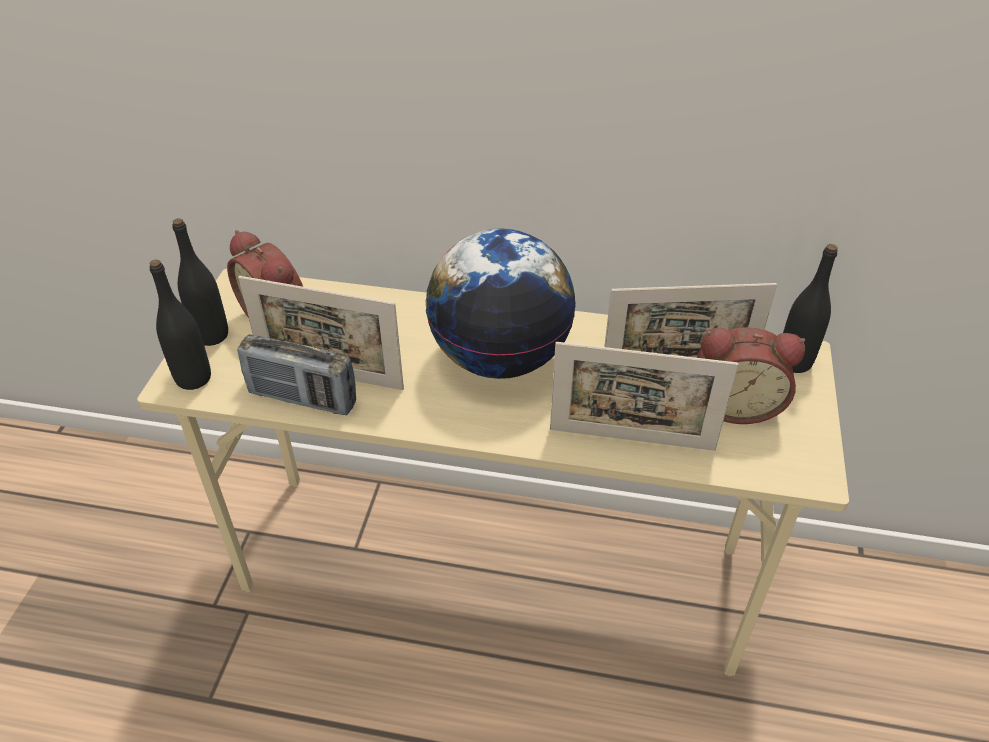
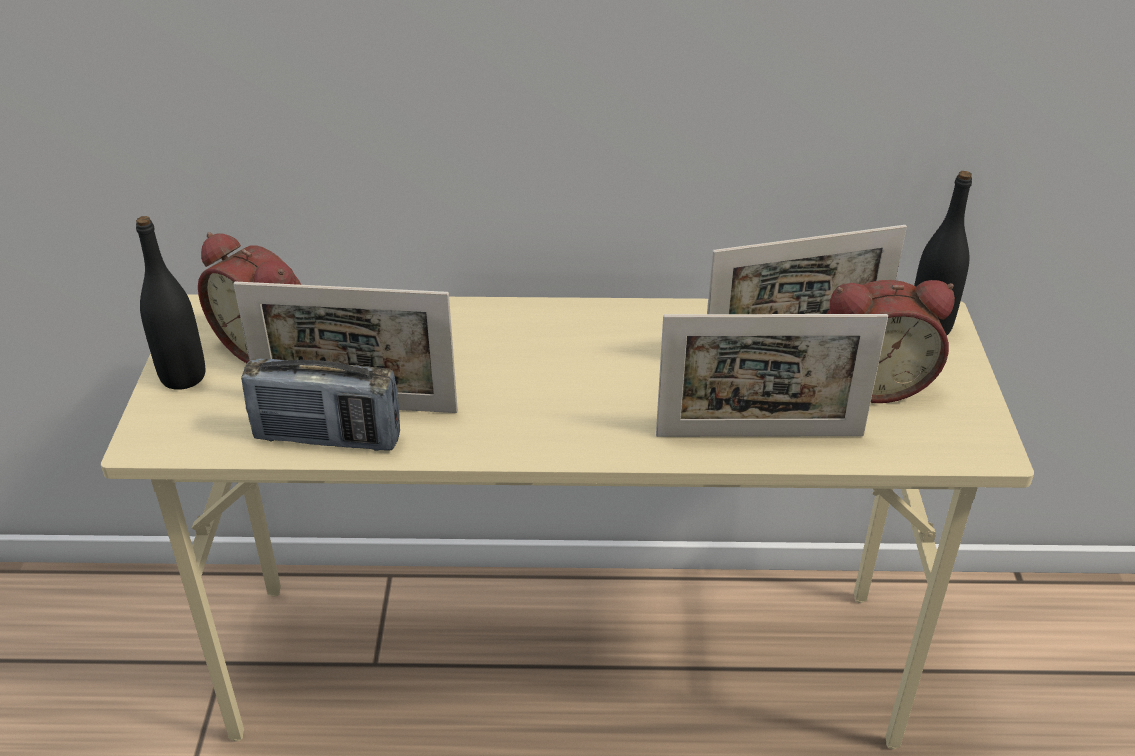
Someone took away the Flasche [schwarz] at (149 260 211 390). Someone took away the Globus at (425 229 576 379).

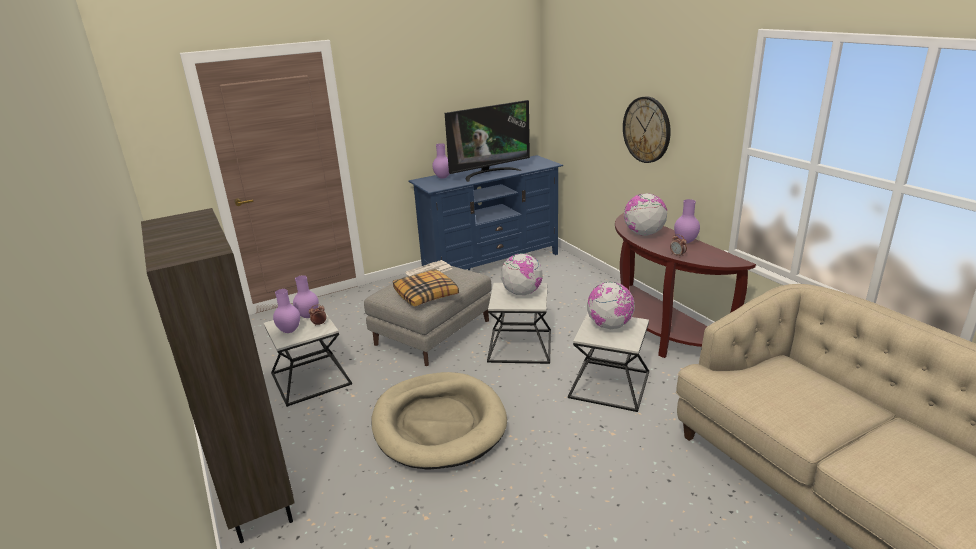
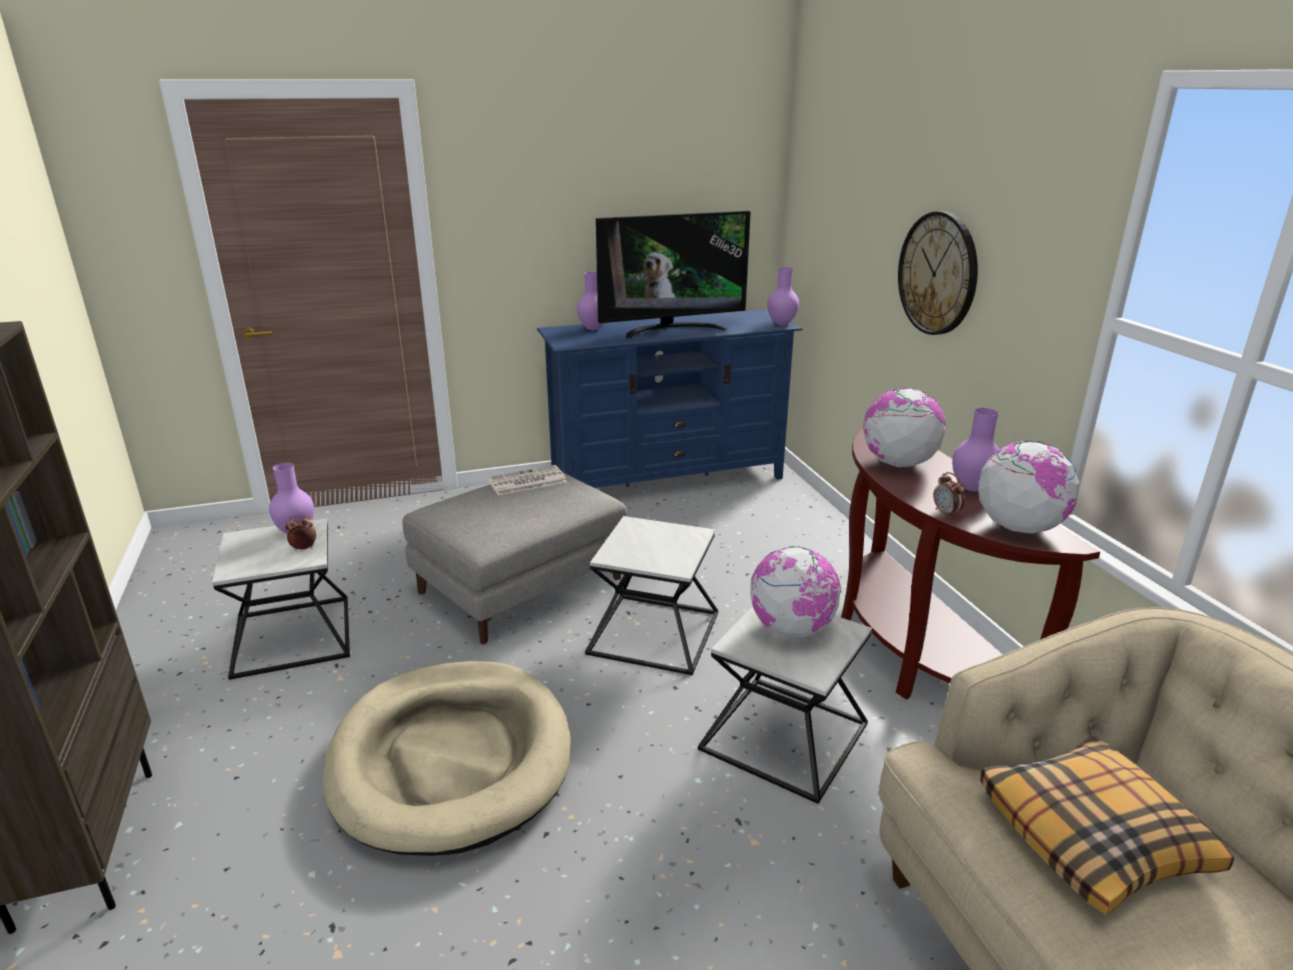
Someone carried the Vase [lila] from (273 289 300 333) to (767 267 799 325). Someone carried the Kissen from (393 269 459 306) to (980 736 1234 915). Someone carried the Globus from (501 253 543 295) to (978 441 1080 534).

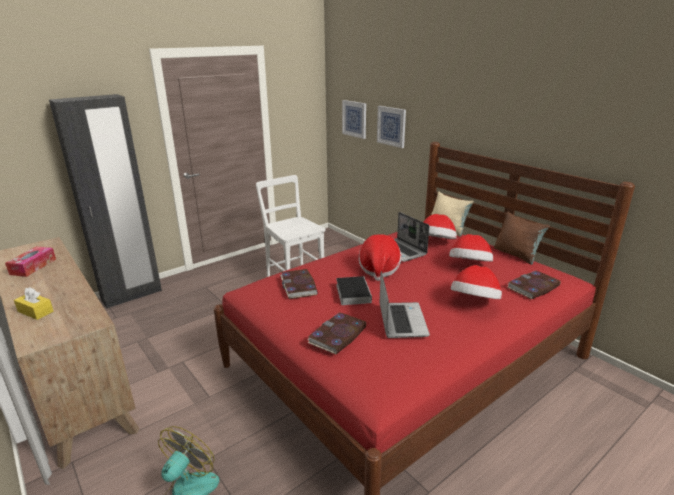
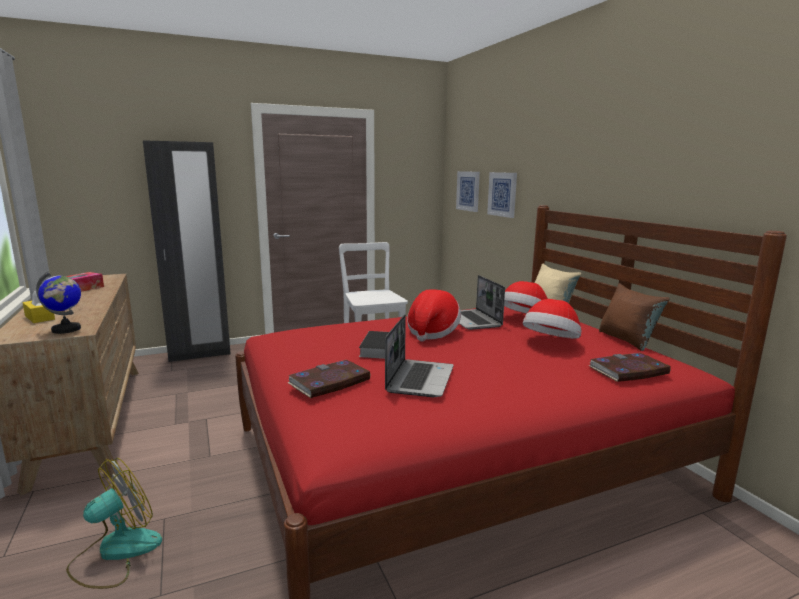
Someone took away the Buch at (280 269 318 299). Someone took away the Hut at (451 265 502 299). Someone put down the Globus at (36 271 81 334).

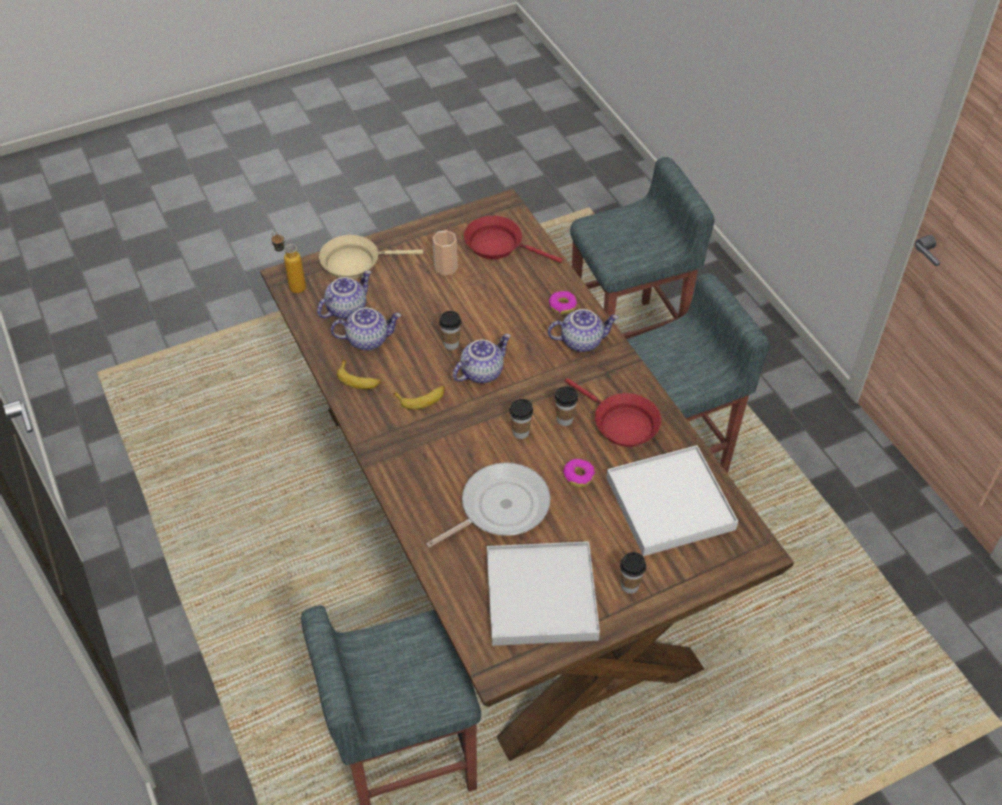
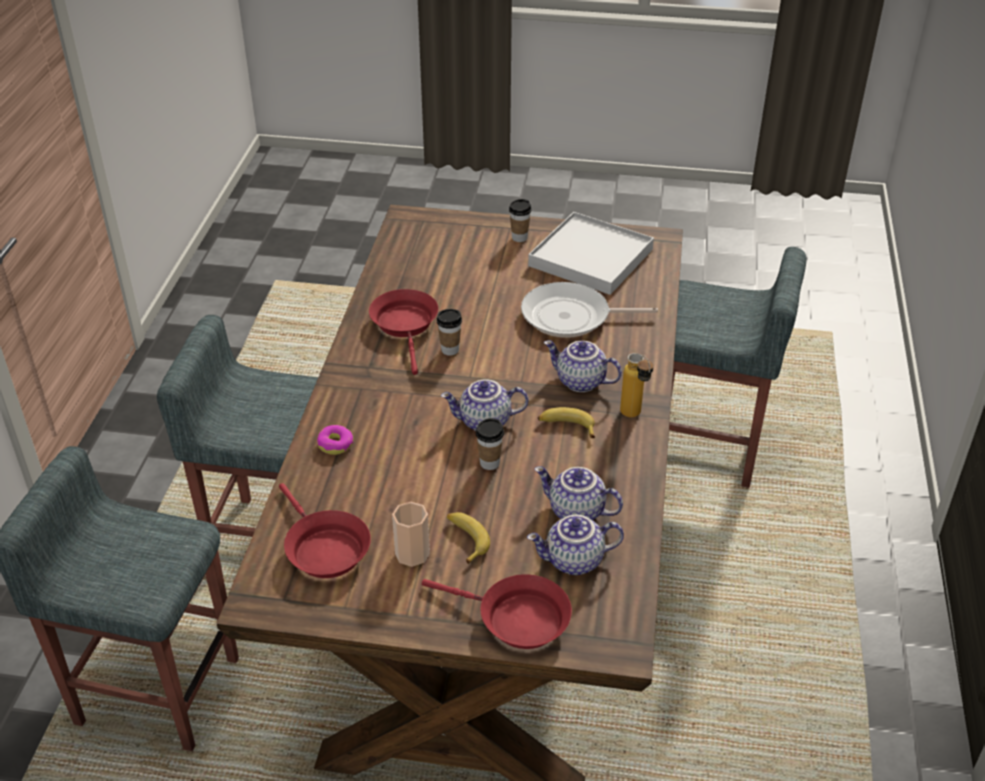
Someone carried the Flasche from (272 232 306 293) to (620 353 653 418). Someone repainted the Pfanne [beige] at (319 235 423 279), which became the Pfanne [rot] at (422 574 572 649). Someone carried the Banane from (337 360 382 389) to (447 512 490 564). Someone took away the Tasse at (510 399 533 439). Someone carried the Teekanne from (548 309 619 352) to (544 340 622 392). Someone took away the Donut at (563 459 595 487). Someone took away the Tablett [weiß] at (606 445 738 556).

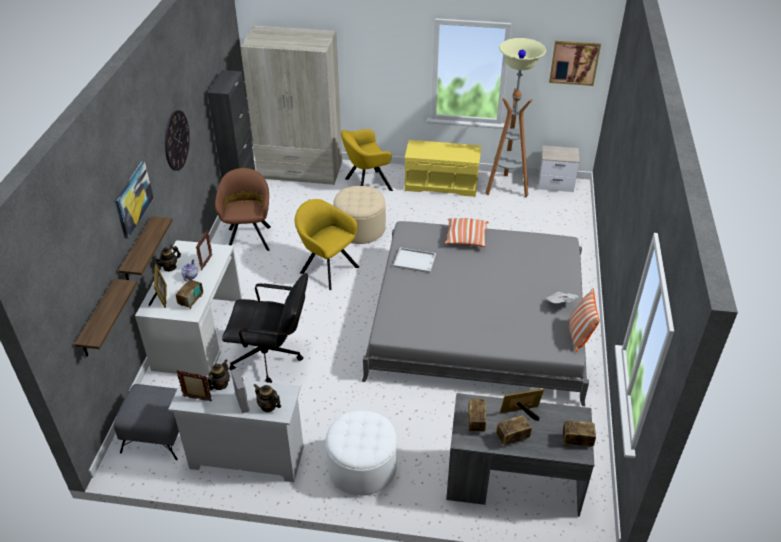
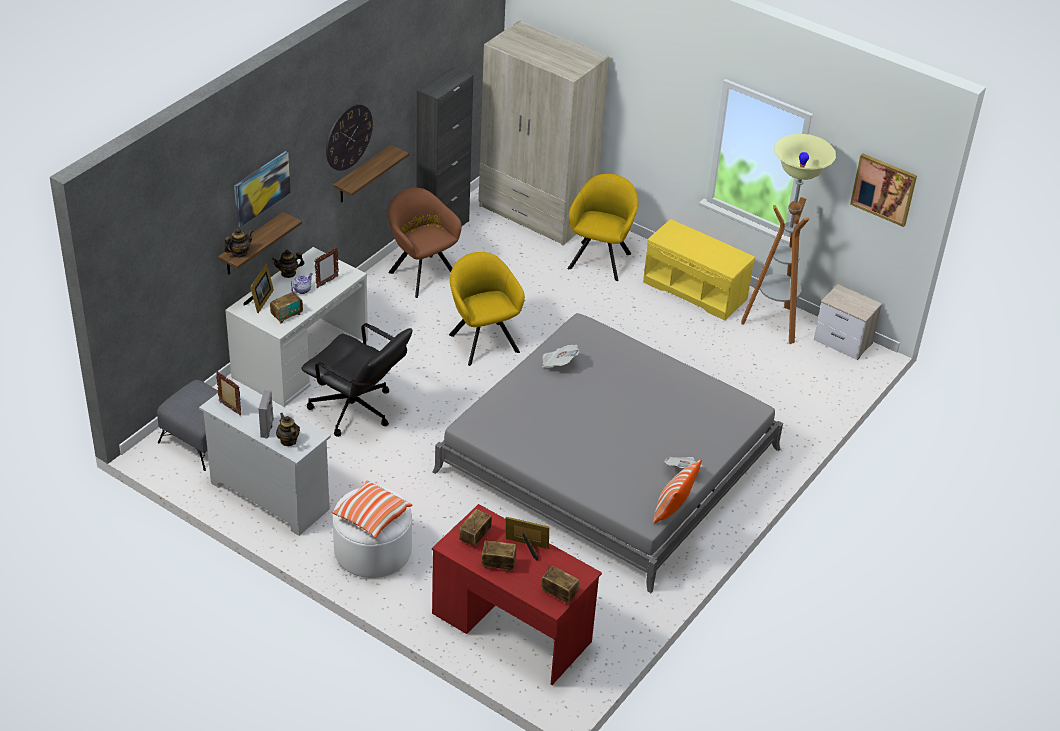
Someone carried the Wandregal from (74 279 137 357) to (334 145 409 203). Someone carried the Teekanne from (208 359 230 390) to (224 228 253 257). Someone rotated the Sessel [braun] at (215 168 271 251) by 60 degrees counterclockwise. Someone took away the Polsterhocker [beige] at (333 186 386 244). Someone rotated the Sessel [gelb] at (341 129 393 191) by 105 degrees clockwise. Someone swapped the Tablett [weiß] at (393 247 436 273) for the Zeitung at (542 345 579 368). Someone carried the Kissen from (445 218 488 247) to (331 480 413 538). Someone repainted the Schreibtisch [grau] at (446 393 594 517), which became the Schreibtisch [rot] at (432 504 602 685).

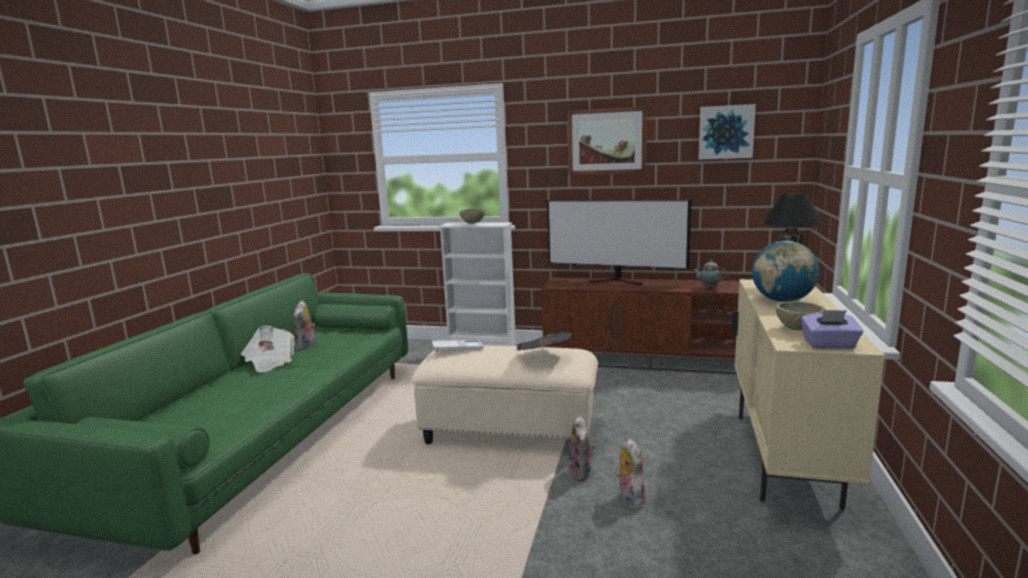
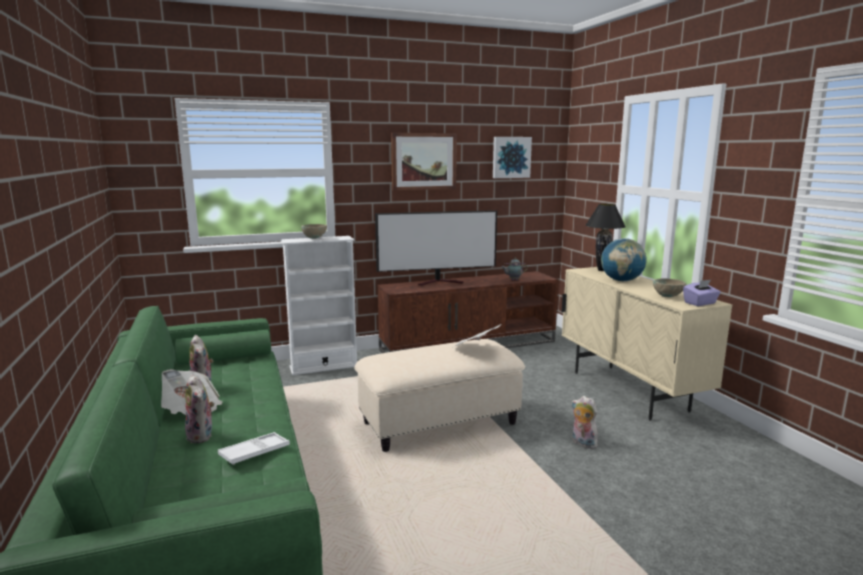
Someone carried the Tablett [weiß] from (432 340 483 352) to (218 432 290 465). Someone carried the Plüschtier from (568 416 596 481) to (185 374 214 443).

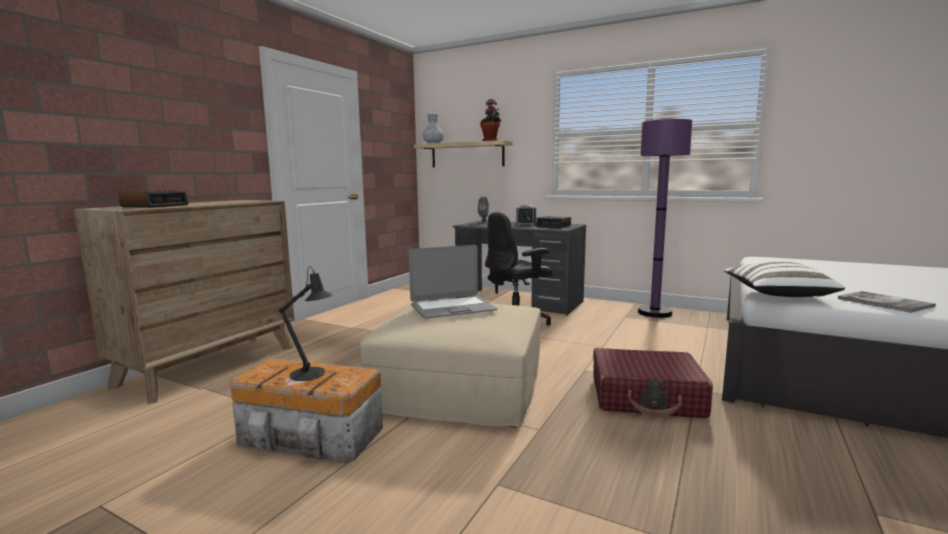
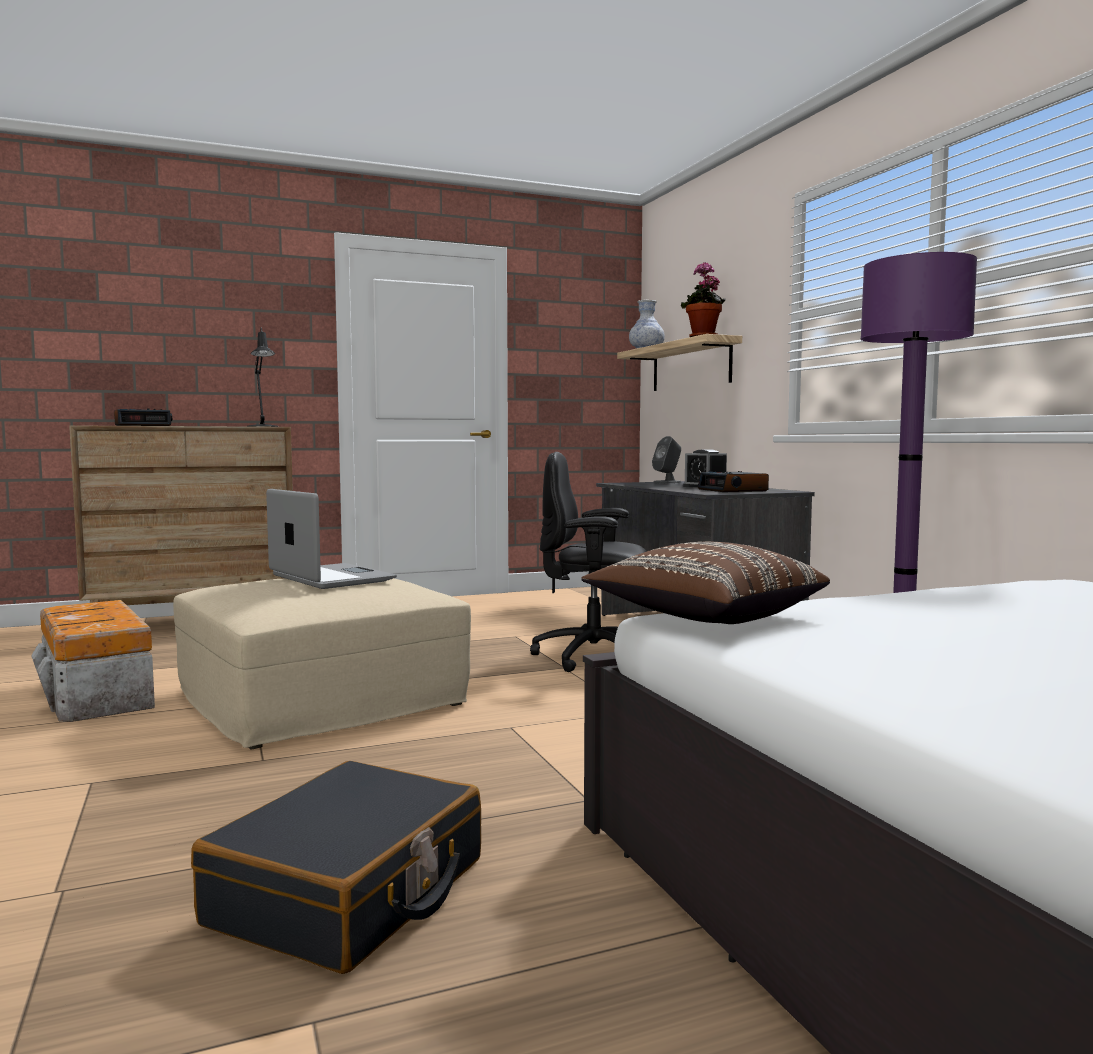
Someone carried the Tischlampe [schwarz] from (279 266 333 381) to (249 327 278 427). Someone rotated the Laptop at (409 245 497 318) by 150 degrees counterclockwise. Someone took away the Koffer [rot] at (593 348 713 418). Someone repainted the Kissen [weiß] at (724 261 845 297), which became the Kissen [braun] at (581 542 830 624). Someone took away the Buch at (838 291 936 313). Someone put down the Koffer [schwarz] at (191 761 481 974).

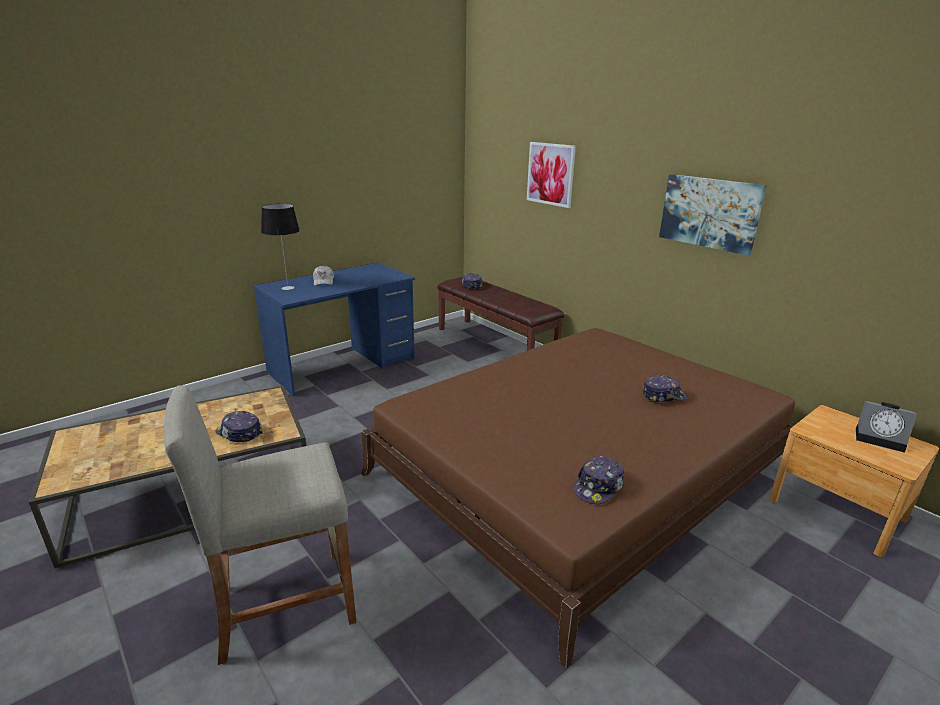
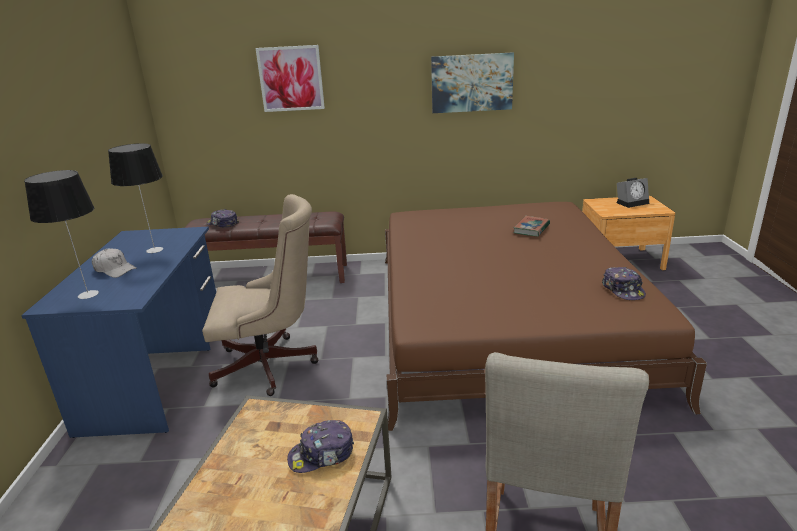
Someone swapped the Kappe at (643 376 688 402) for the Buch at (513 216 550 236). Someone put down the Tischlampe at (108 143 163 253). Someone put down the Bürostuhl [beige] at (202 194 319 396).

